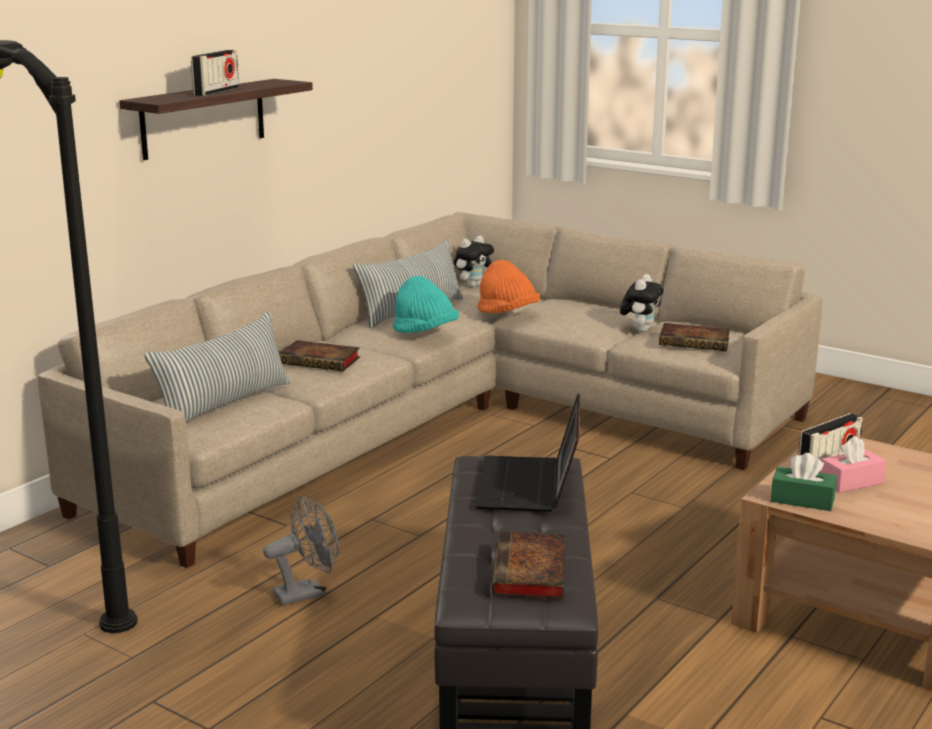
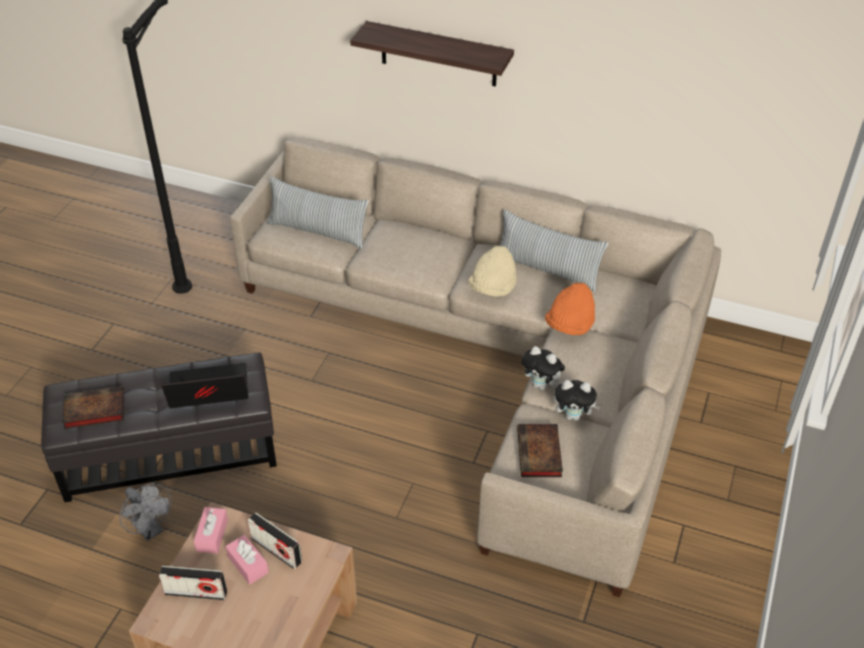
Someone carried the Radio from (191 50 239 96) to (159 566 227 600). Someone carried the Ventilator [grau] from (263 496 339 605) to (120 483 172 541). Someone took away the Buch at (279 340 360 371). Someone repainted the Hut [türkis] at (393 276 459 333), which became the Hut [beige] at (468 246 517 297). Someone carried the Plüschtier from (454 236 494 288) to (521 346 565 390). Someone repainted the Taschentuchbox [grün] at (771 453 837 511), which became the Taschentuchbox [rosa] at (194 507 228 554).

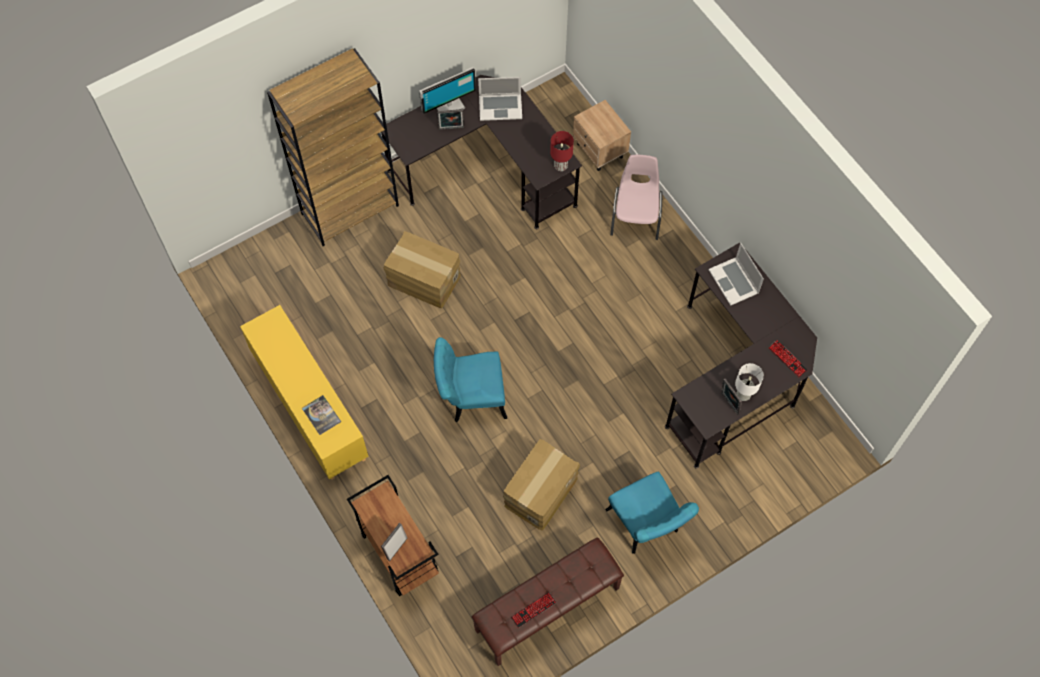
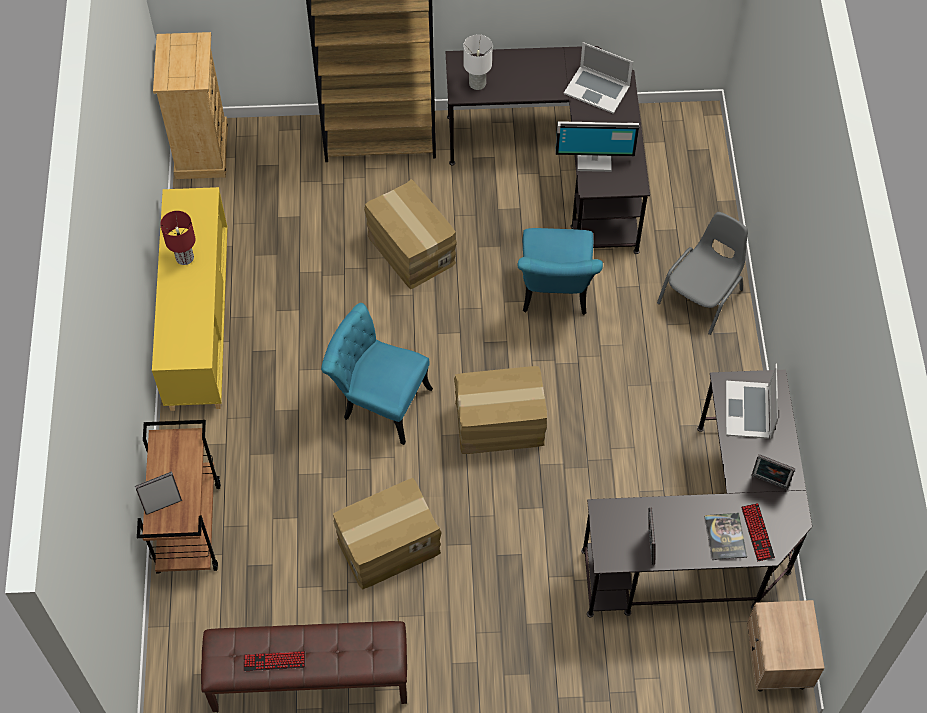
Someone carried the Buch from (302 395 341 435) to (704 513 747 560). Someone carried the Monitor from (419 67 476 114) to (555 121 639 172). Someone carried the Bilderrahmen from (437 109 464 130) to (751 454 796 490). Someone carried the Tischlampe [rot] from (550 131 574 171) to (160 211 196 265). Someone carried the Nachttisch [beige] from (573 100 631 171) to (747 600 825 692). Someone carried the Stuhl [türkis] from (605 472 699 554) to (518 228 603 315). Someone repainted the Stuhl [rosa] at (610 155 663 240), which became the Stuhl [grau] at (657 212 748 335). Someone carried the Tischlampe [weiß] from (735 363 764 401) to (463 34 493 90). Someone put down the Kommode [beige] at (153 32 228 179). Someone put down the Karton at (454 366 547 454).

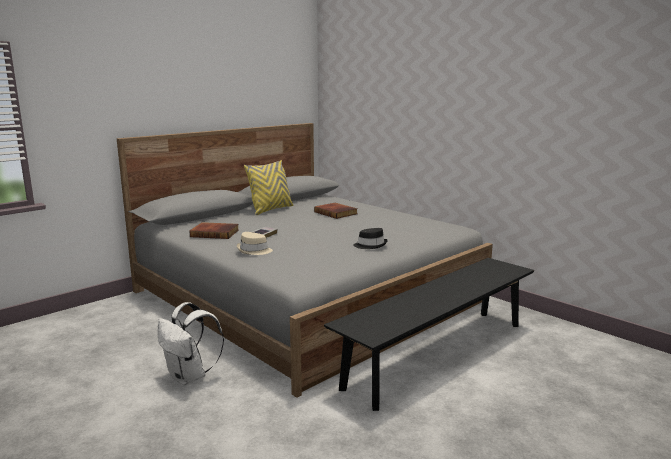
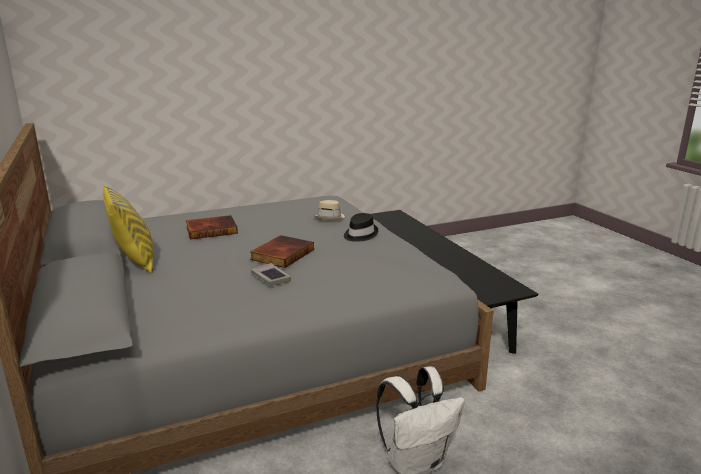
Someone carried the Buch from (189 222 239 239) to (250 235 314 268). Someone carried the Hut [beige] from (237 232 273 255) to (314 200 345 220).

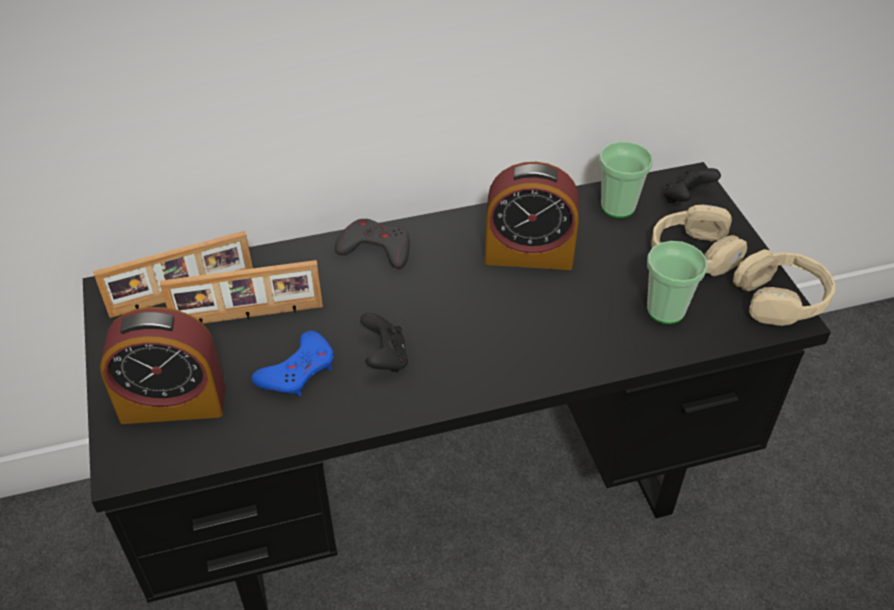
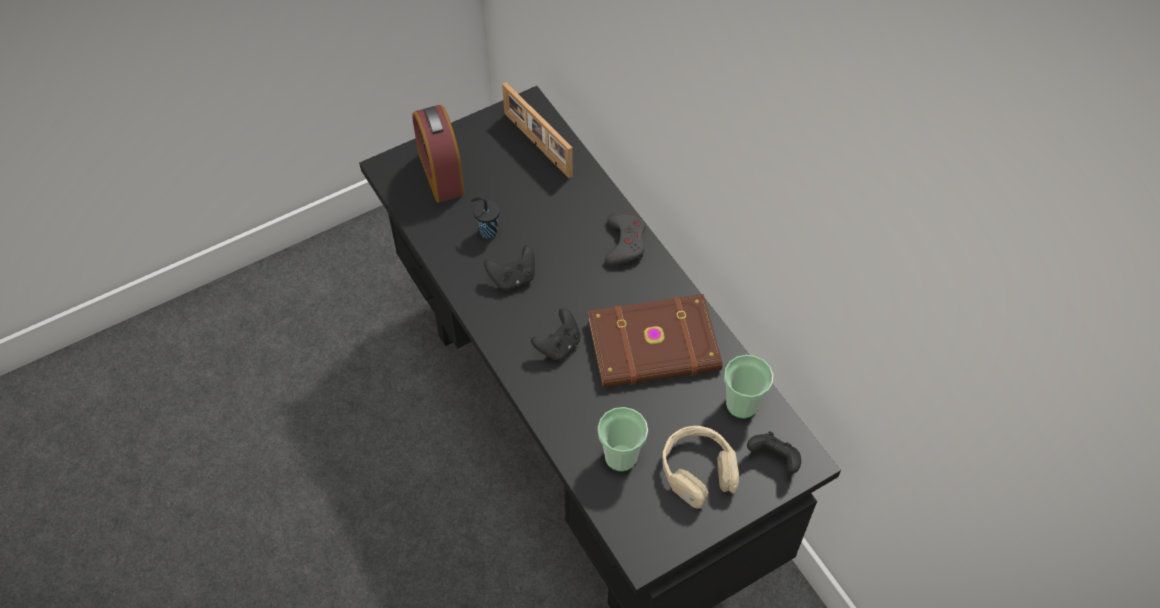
Someone took away the Bilderrahmen at (160 260 323 324). Someone swapped the Gamepad [blau] at (251 331 334 396) for the Tasse [schwarz] at (471 197 499 238). Someone swapped the Wecker at (485 162 579 270) for the Buch [braun] at (588 294 723 388). Someone took away the Kopfhörer [beige] at (733 249 835 326). Someone put down the Gamepad [schwarz] at (531 308 580 361).

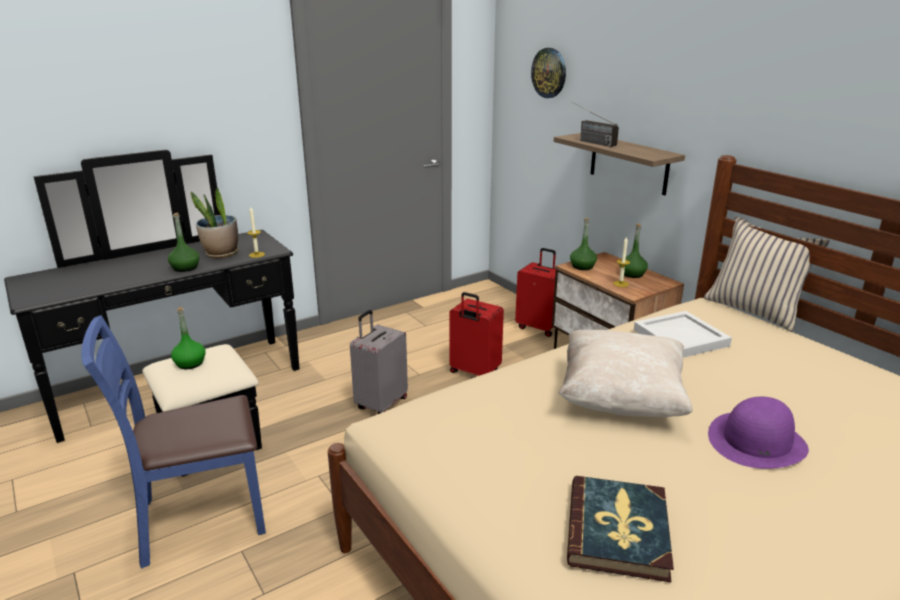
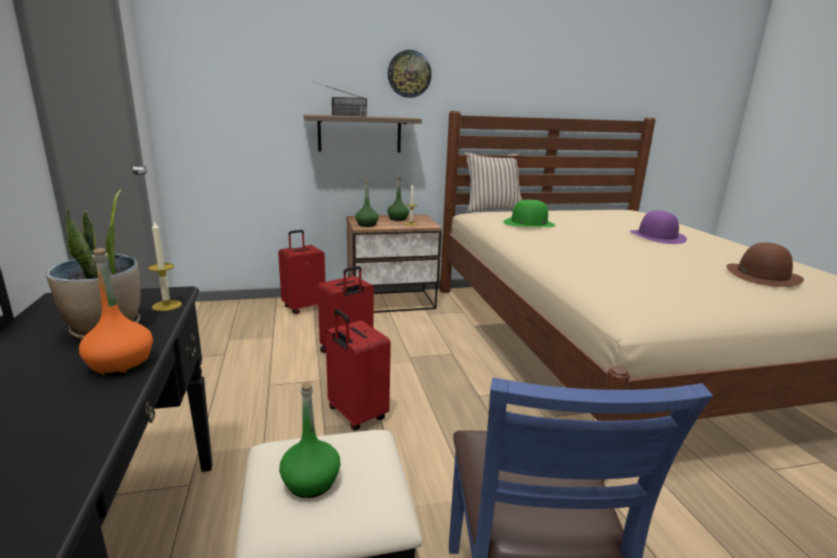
Someone repainted the Flasche [grün] at (168 213 200 272), which became the Flasche [orange] at (79 248 153 376). Someone repainted the Koffer [grau] at (350 310 408 414), which became the Koffer [rot] at (326 309 391 430). Someone carried the Wanduhr from (531 48 566 98) to (388 50 432 98). Someone took away the Kissen [beige] at (558 330 692 417). Someone swapped the Buch at (567 476 674 582) for the Hut [braun] at (726 242 804 287). Someone swapped the Tablett [weiß] at (634 311 732 358) for the Hut [grün] at (503 200 555 227).

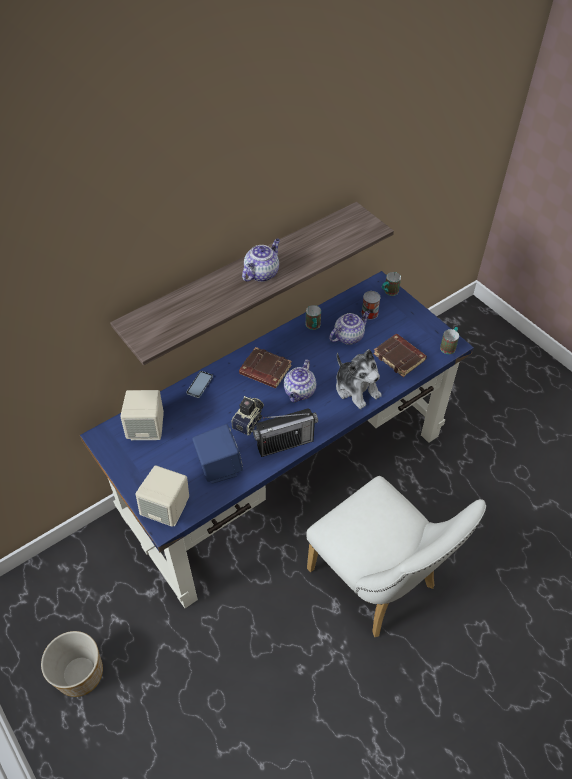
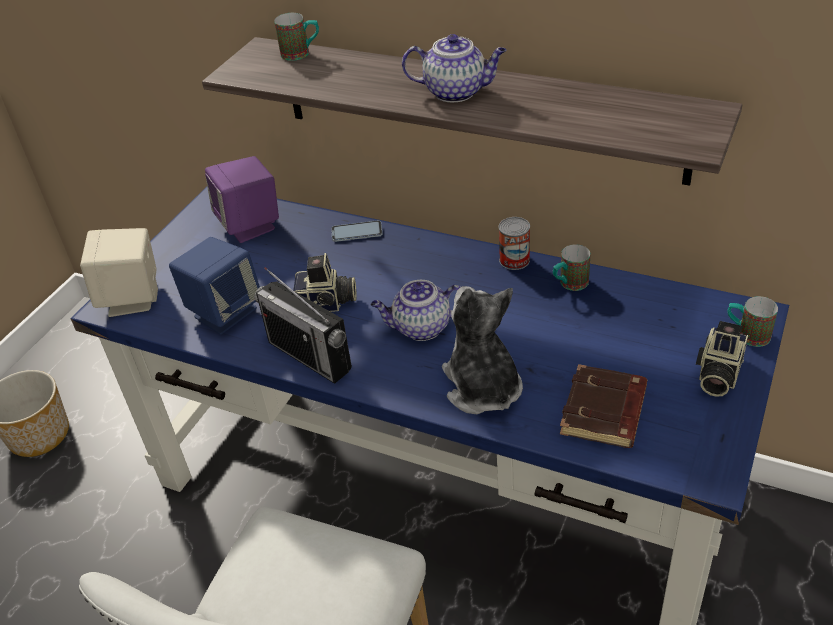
Someone repainted the Lautsprecher [beige] at (120 390 164 440), which became the Lautsprecher [lila] at (205 156 279 243). Someone took away the Buch [braun] at (239 347 292 388). Someone took away the Teekanne at (329 310 370 345). Someone rotated the Plüschtier at (336 349 382 409) by 135 degrees clockwise. Someone carried the Dose from (361 291 381 320) to (499 217 530 270). Someone carried the Henkelbecher from (440 327 459 354) to (274 13 319 61). Someone put down the Kamera at (696 321 748 397).

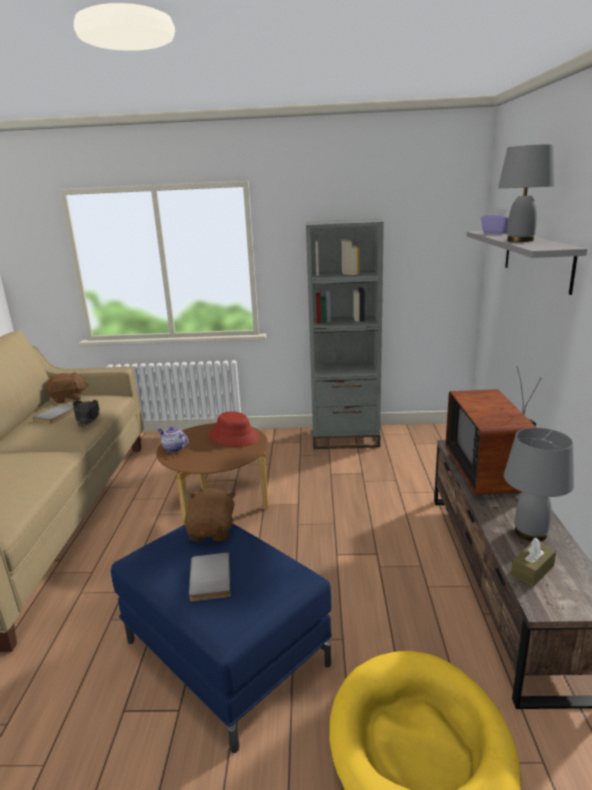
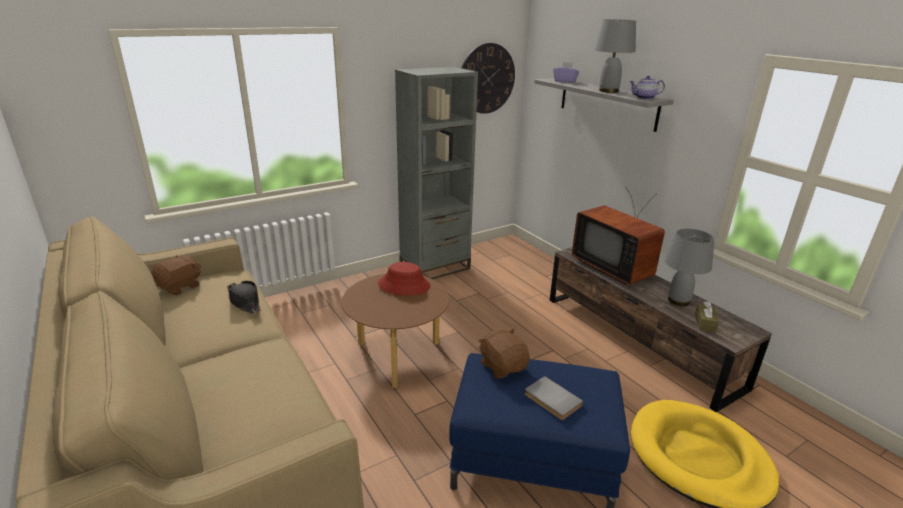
Someone took away the Buch [grau] at (33 404 74 424). Someone carried the Teekanne from (157 427 189 452) to (630 76 665 99). Someone put up the Wanduhr at (461 43 515 114).

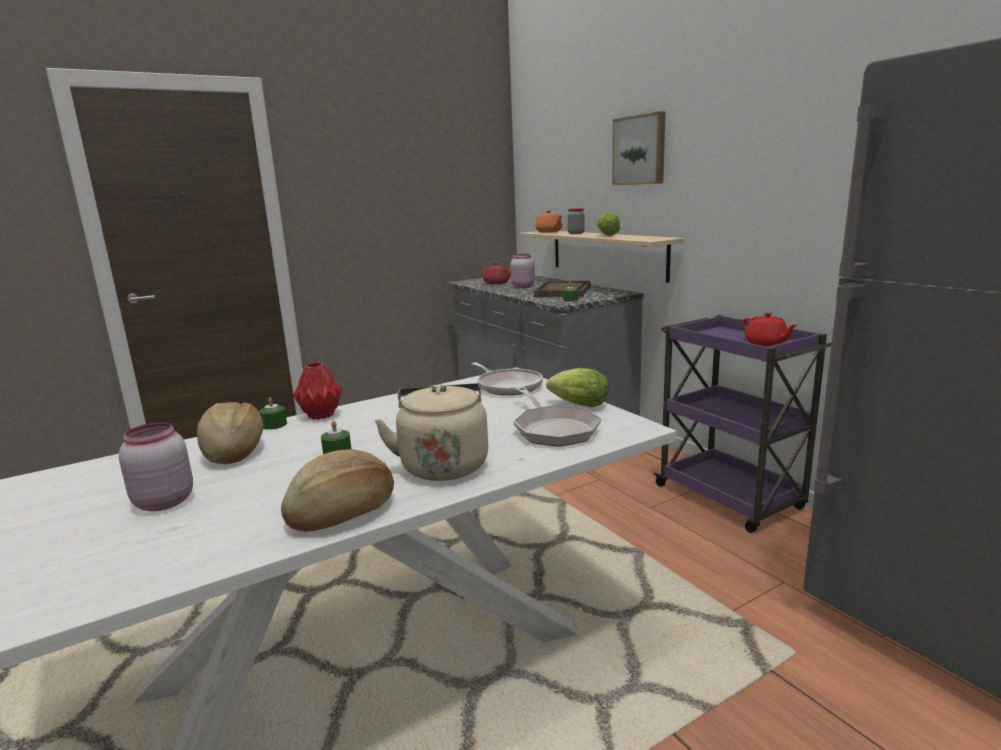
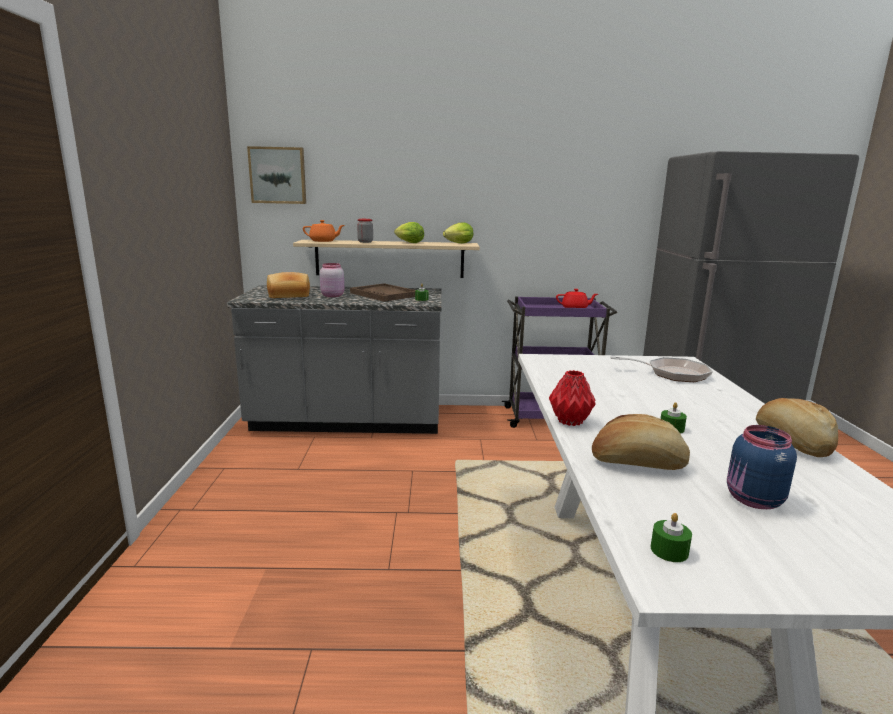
Someone repainted the Vorratsglas [rosa] at (118 422 193 511), which became the Vorratsglas [blau] at (727 425 797 509). Someone carried the Kerze [grün] from (259 397 287 430) to (651 513 692 562). Someone took away the Wasserkessel [beige] at (375 383 488 481). Someone took away the Pfanne at (471 362 543 395). Someone swapped the Teekanne [rot] at (480 262 511 284) for the Brot at (267 272 310 298). Someone carried the Salatkopf from (546 368 609 407) to (443 223 473 243). Someone carried the Bild from (612 111 665 185) to (247 146 306 204).

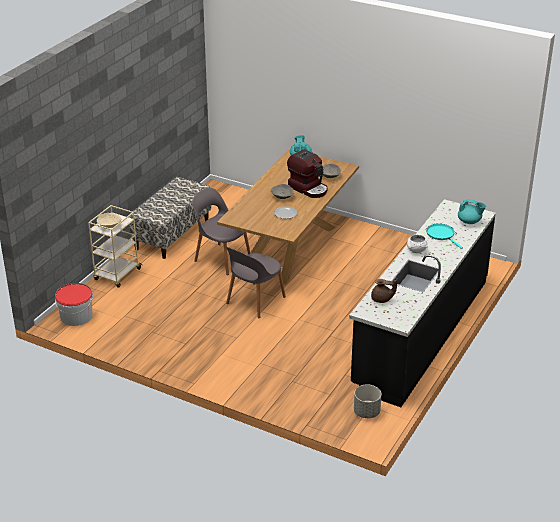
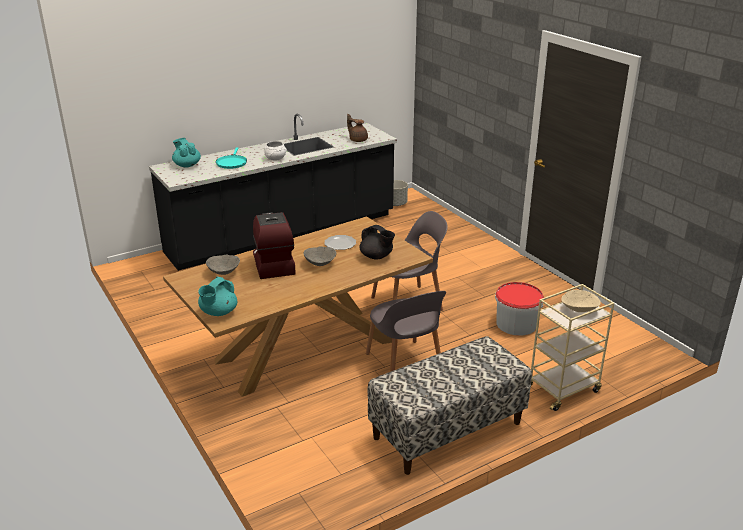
Someone carried the Eimer from (55 283 93 326) to (495 282 544 336). Someone put down the Teekanne [schwarz] at (359 225 395 260).

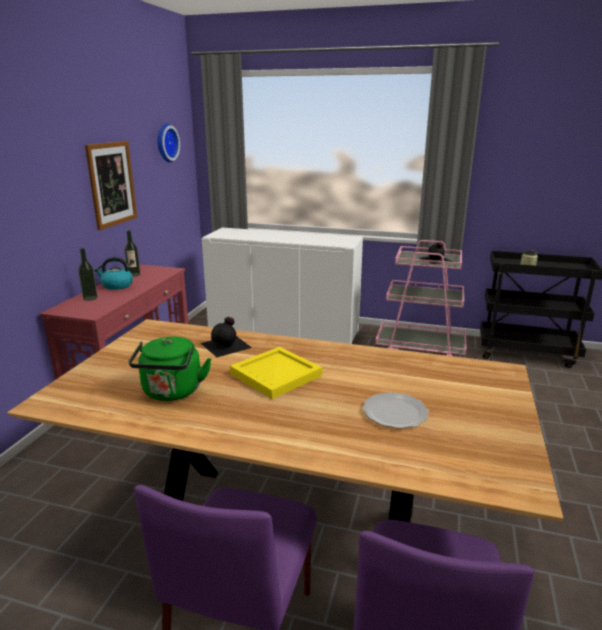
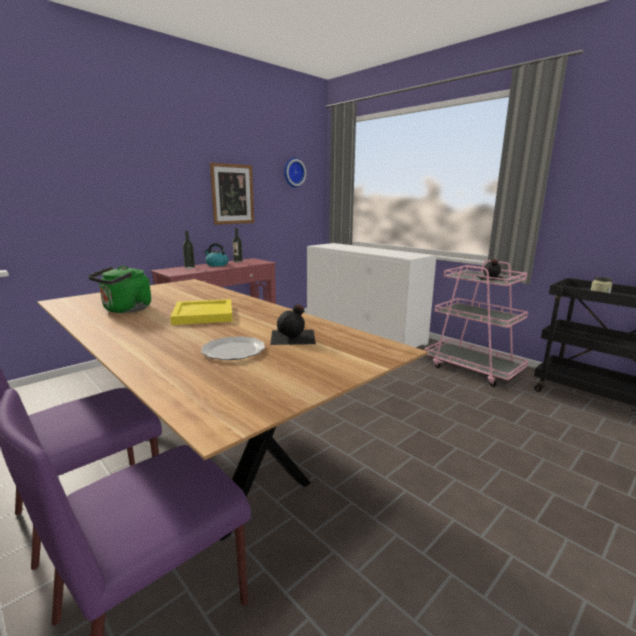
Someone carried the Flasche [schwarz] from (201 317 252 357) to (270 304 316 345).

